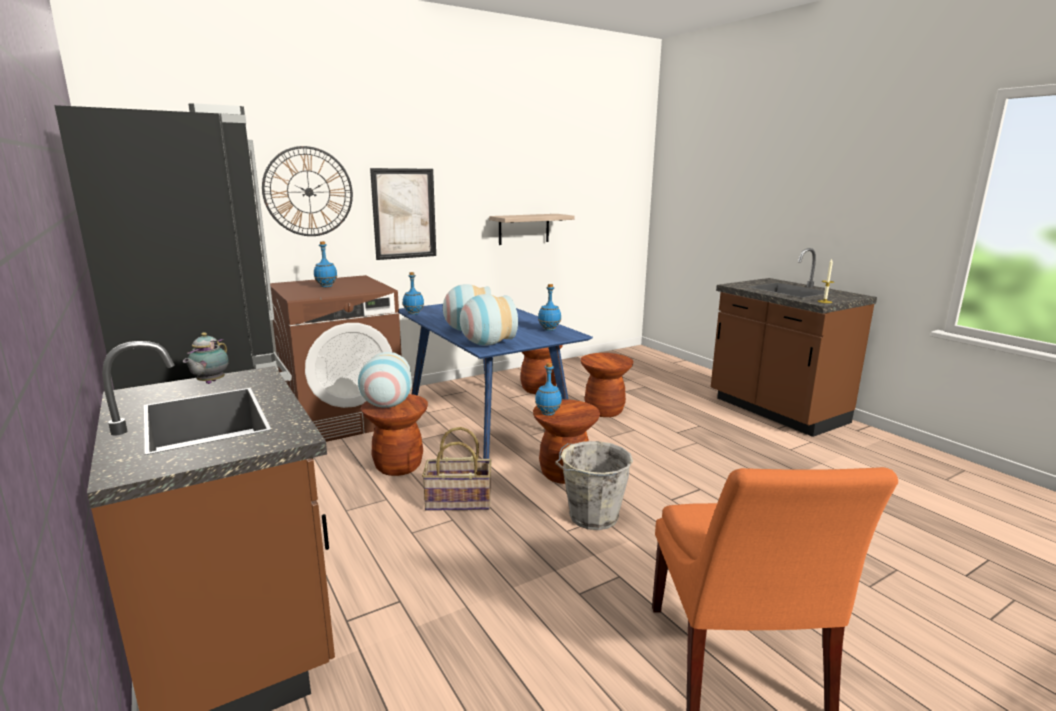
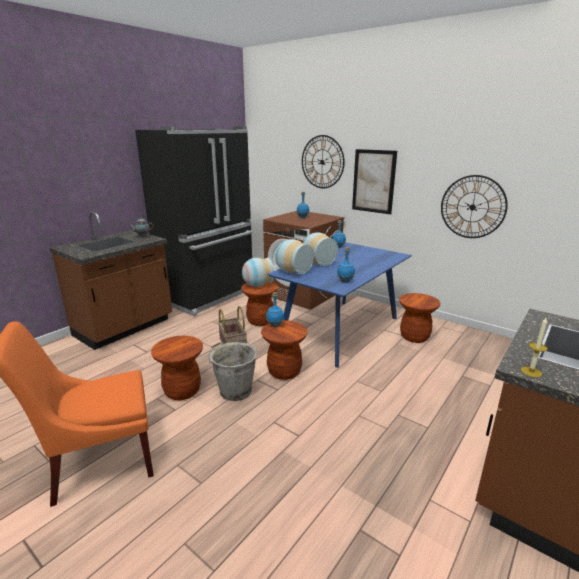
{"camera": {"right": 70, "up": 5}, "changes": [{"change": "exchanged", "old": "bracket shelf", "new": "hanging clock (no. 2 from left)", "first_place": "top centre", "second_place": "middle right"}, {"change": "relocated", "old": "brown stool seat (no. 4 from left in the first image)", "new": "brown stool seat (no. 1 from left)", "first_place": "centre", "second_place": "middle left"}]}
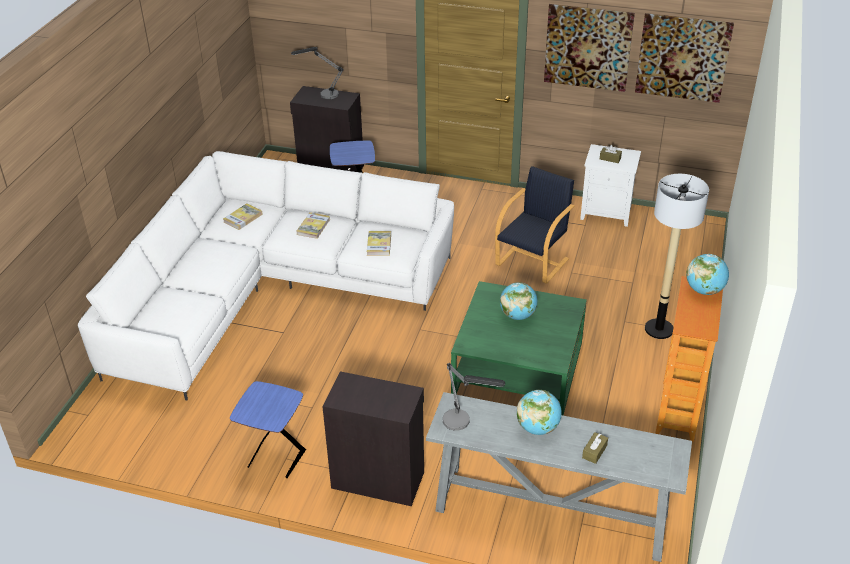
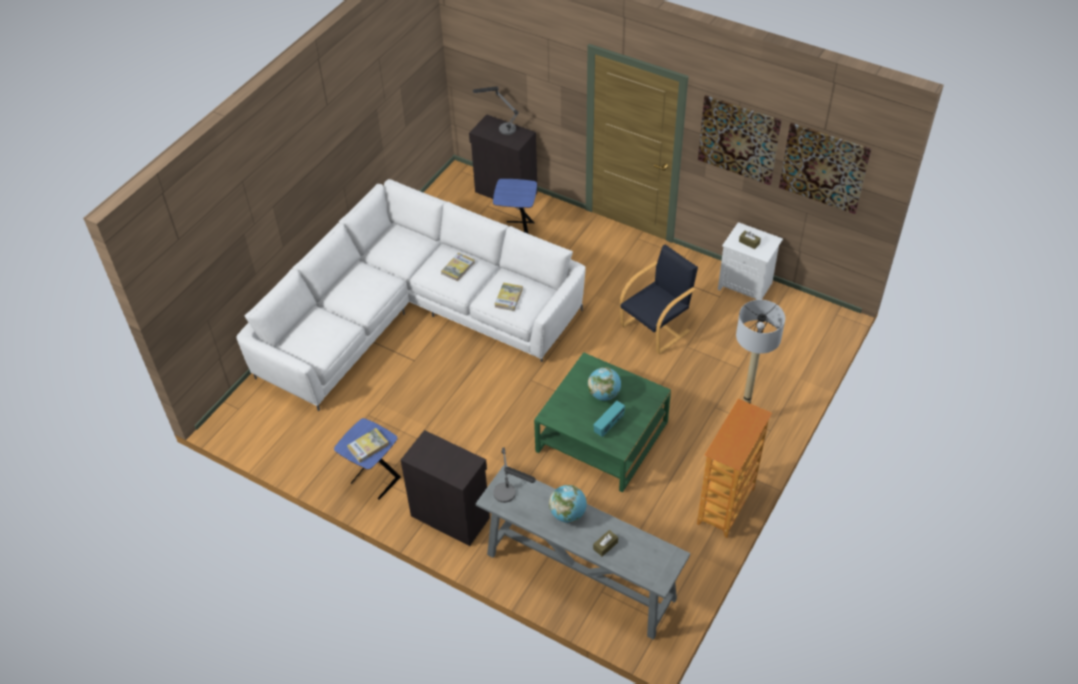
{"camera": {"right": 15, "up": 10}, "changes": [{"change": "relocated", "old": "book (no. 1 from left)", "first_place": "middle left", "second_place": "centre"}, {"change": "missing", "old": "world globe (no. 3 from left)", "first_place": "middle right"}, {"change": "appeared", "new": "radio receiver", "second_place": "centre"}]}
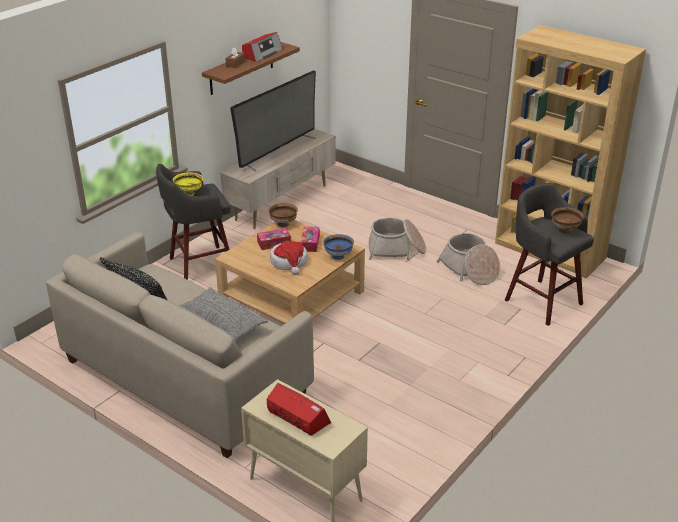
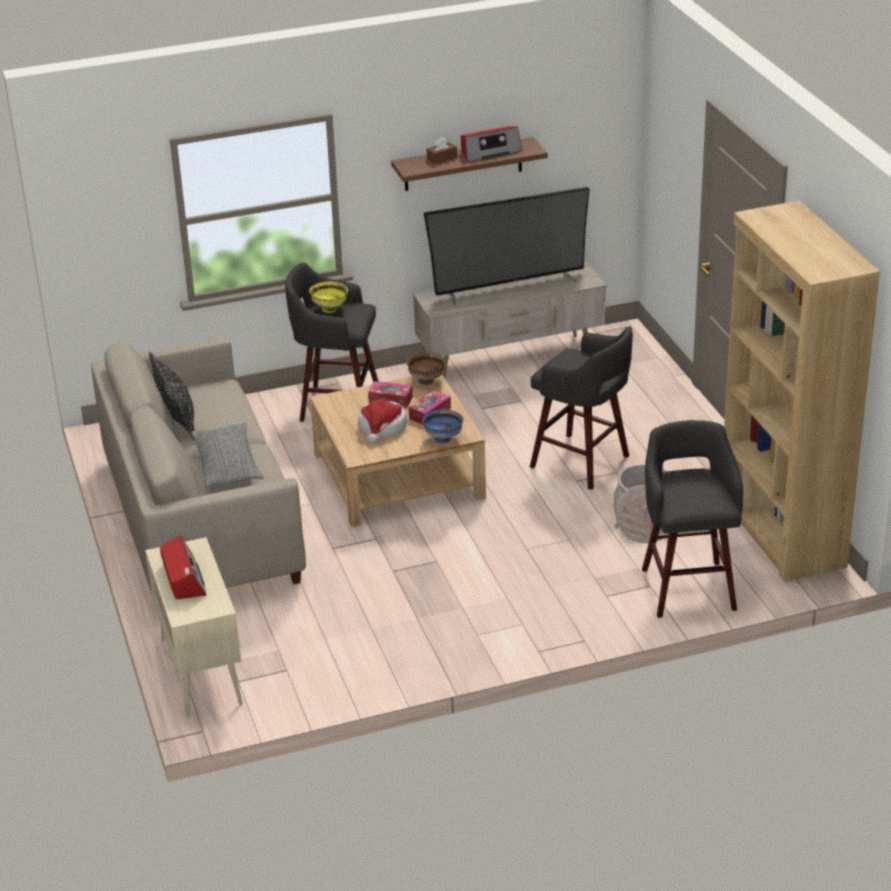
{"camera": {"right": 35, "up": 0}, "changes": [{"change": "missing", "old": "brown serving bowl (no. 2 from left)", "first_place": "middle right"}, {"change": "exchanged", "old": "household basket (no. 1 from left)", "new": "greyish stool seat (no. 2 from left)", "first_place": "centre", "second_place": "centre"}]}
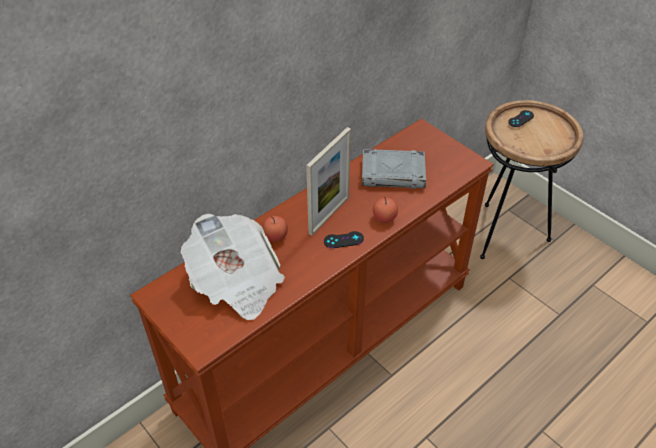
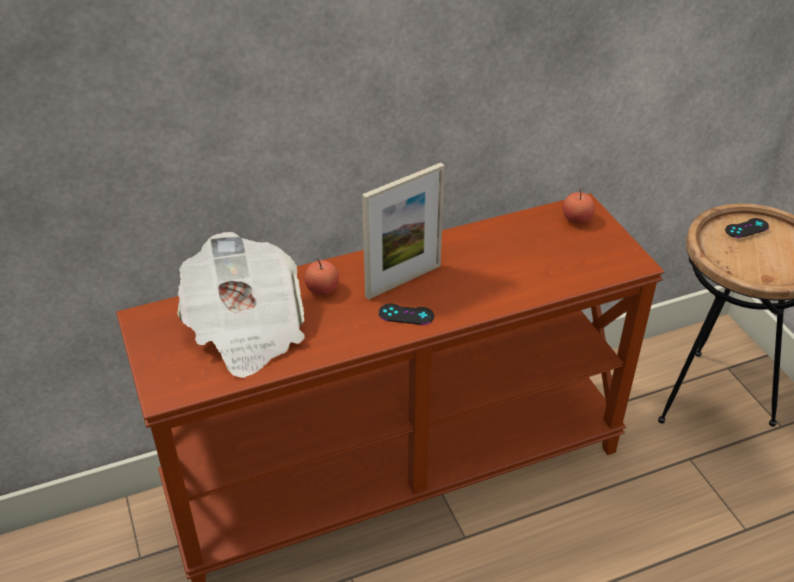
{"camera": {"right": 20, "up": -5}, "changes": [{"change": "missing", "old": "greyish book", "first_place": "centre"}, {"change": "relocated", "old": "whole apple (no. 2 from left)", "first_place": "centre", "second_place": "middle right"}]}
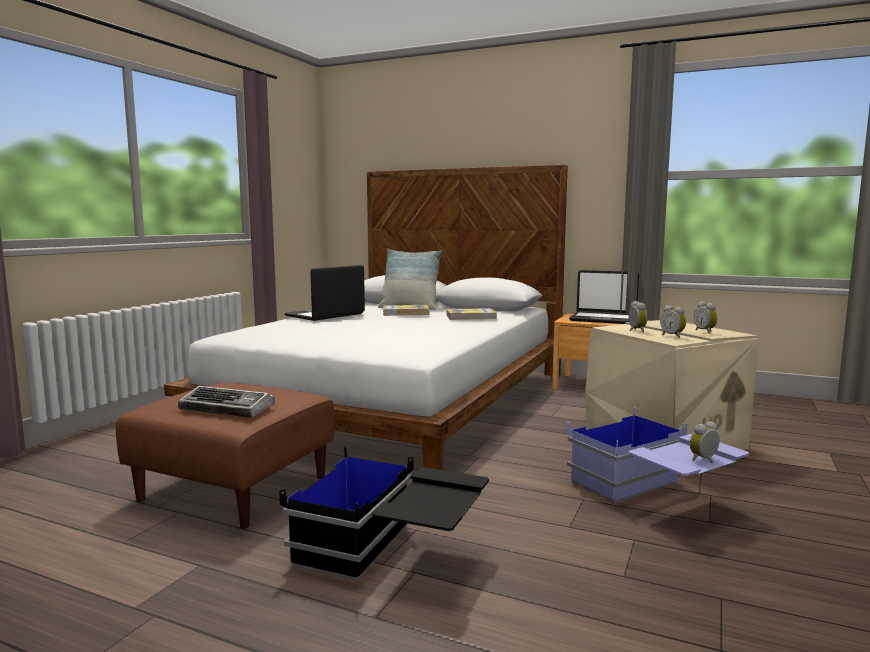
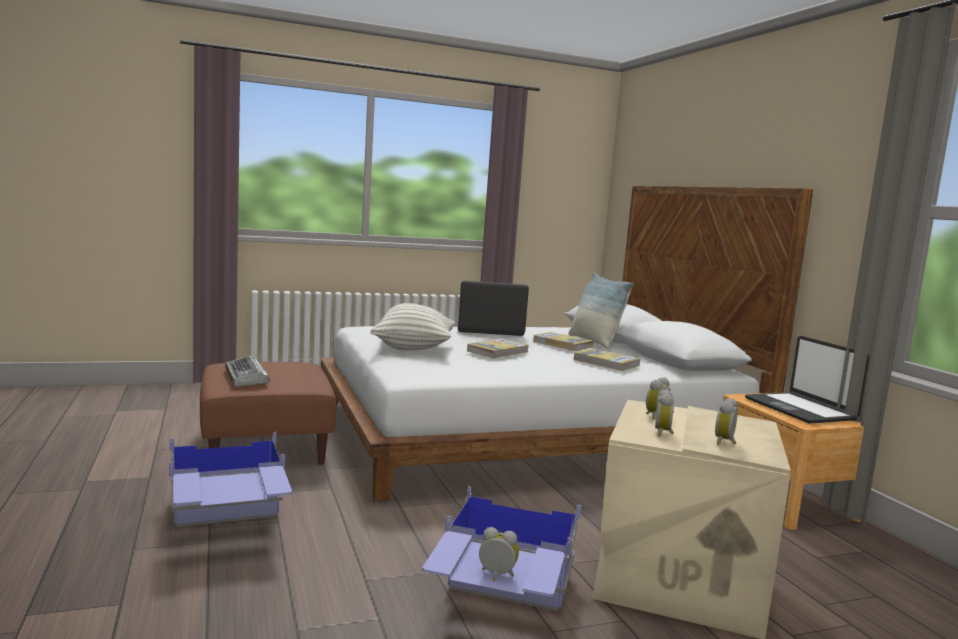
{"camera": {"right": 45, "up": 0}, "changes": [{"change": "colour", "old": "black-coloured storage container", "new": "blue-coloured storage container (no. 1 from left)", "first_place": "bottom centre", "second_place": "bottom left"}, {"change": "appeared", "new": "cushion (no. 1 from left)", "second_place": "centre"}, {"change": "appeared", "new": "book (no. 1 from left)", "second_place": "centre"}]}
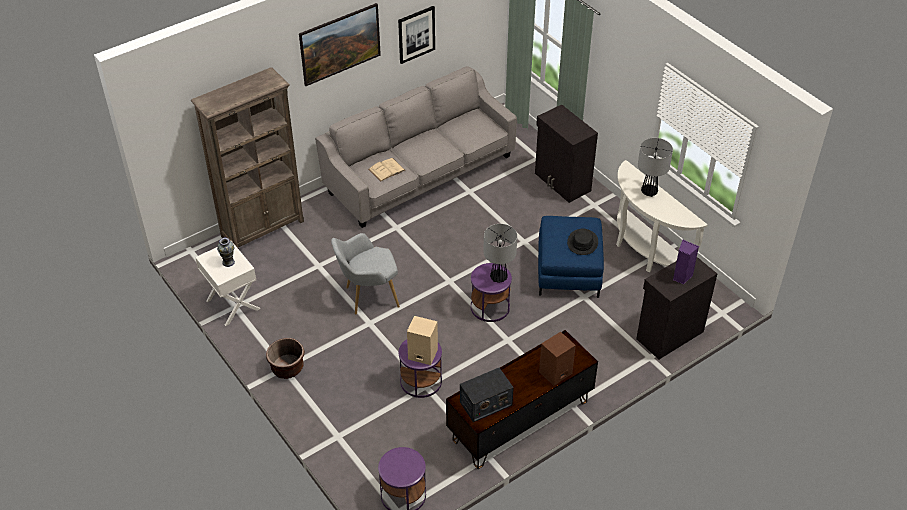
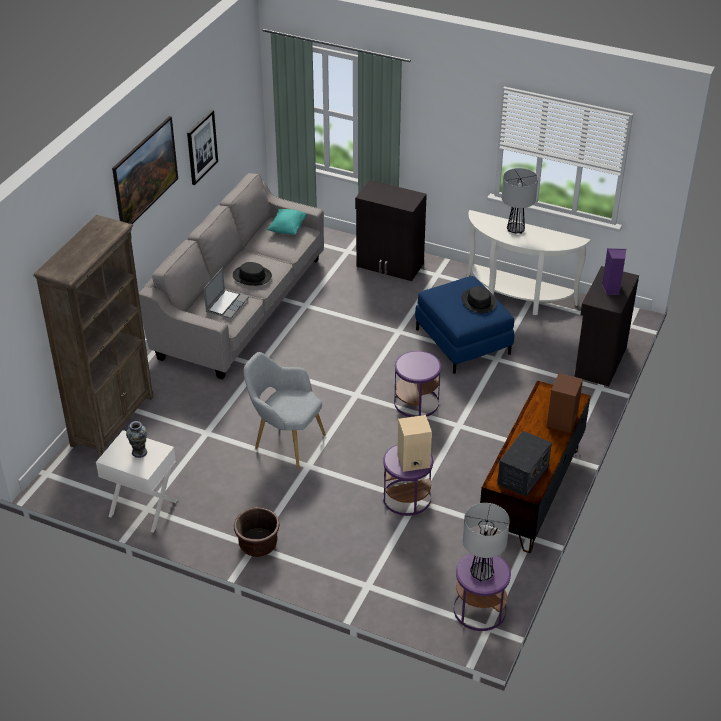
{"camera": {"right": -30, "up": -5}, "changes": [{"change": "exchanged", "old": "sand-coloured book", "new": "laptop", "first_place": "top centre", "second_place": "middle left"}, {"change": "relocated", "old": "tabletop lamp (no. 1 from left)", "first_place": "centre", "second_place": "bottom right"}, {"change": "spun", "old": "greyish armchair", "first_place": "centre", "second_place": "centre", "degrees": 75}, {"change": "appeared", "new": "blue-green cushion", "second_place": "top centre"}, {"change": "appeared", "new": "black-coloured clothing hat (no. 1 from left)", "second_place": "centre"}]}
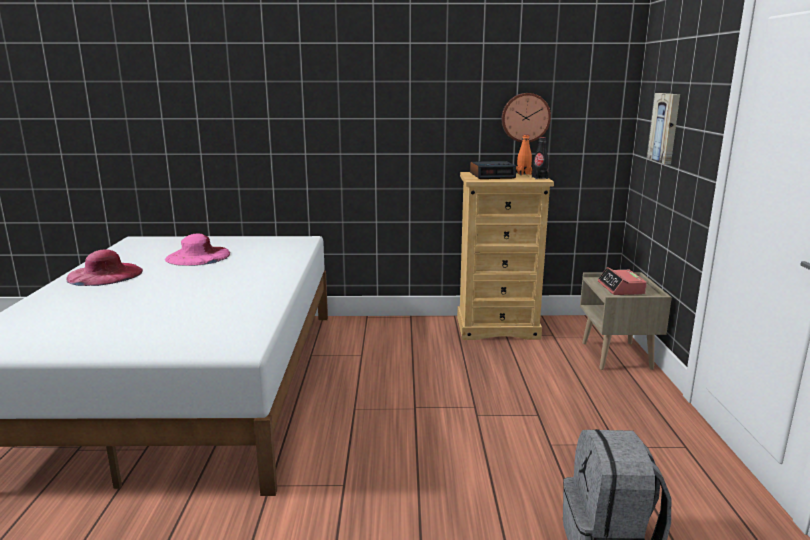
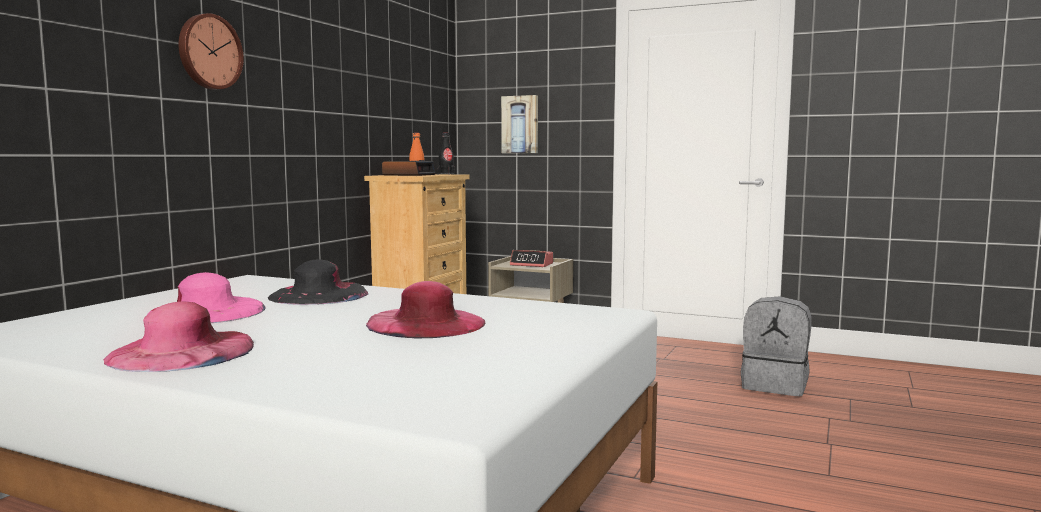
{"camera": {"right": -65, "up": -10}, "changes": [{"change": "relocated", "old": "hanging clock", "first_place": "top centre", "second_place": "top left"}, {"change": "appeared", "new": "black-coloured clothing hat", "second_place": "middle left"}, {"change": "appeared", "new": "pinkish clothing hat (no. 3 from left)", "second_place": "centre"}]}
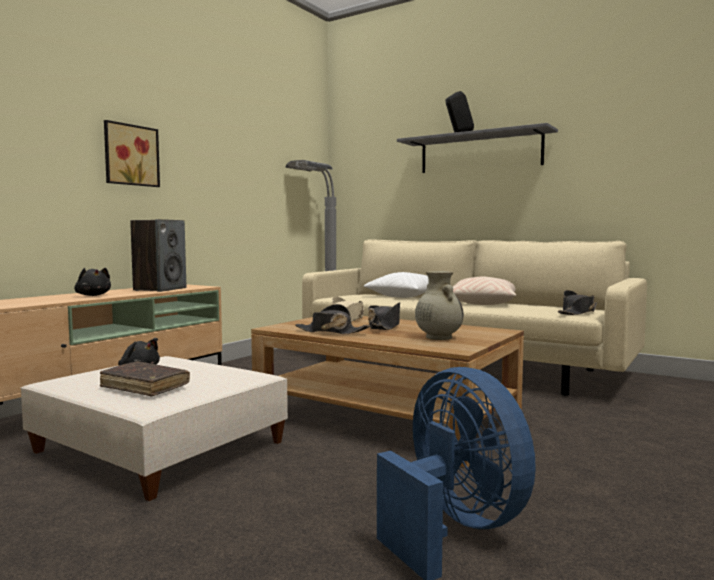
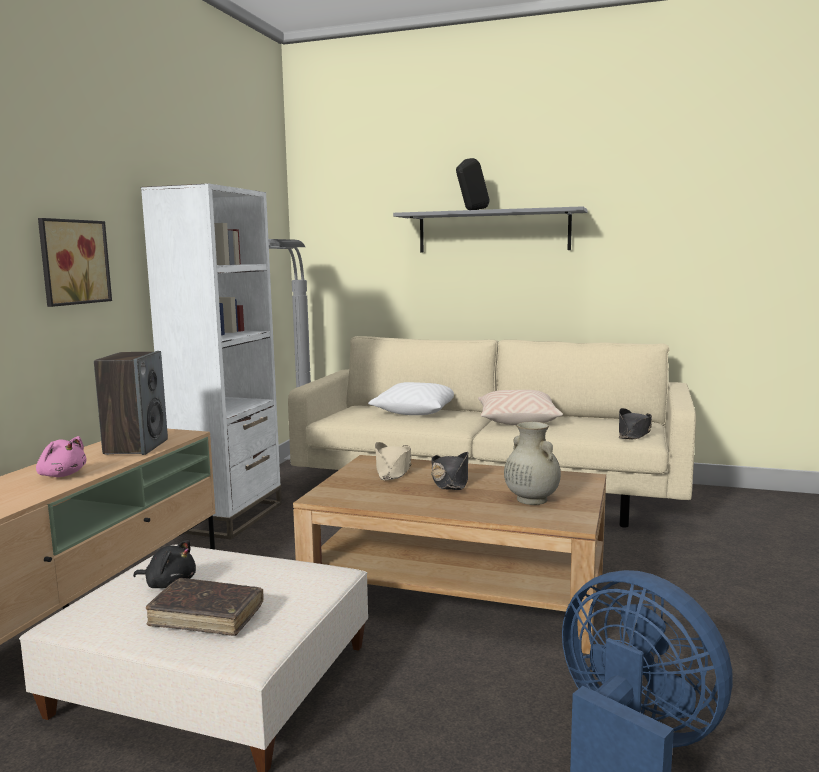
{"camera": {"right": -15, "up": 5}, "changes": [{"change": "colour", "old": "black-coloured soft toy (no. 1 from left)", "new": "pinkish soft toy", "first_place": "middle left", "second_place": "middle left"}, {"change": "missing", "old": "black-coloured clothing hat (no. 1 from left)", "first_place": "centre"}, {"change": "appeared", "new": "white-coloured bookcase", "second_place": "middle left"}]}
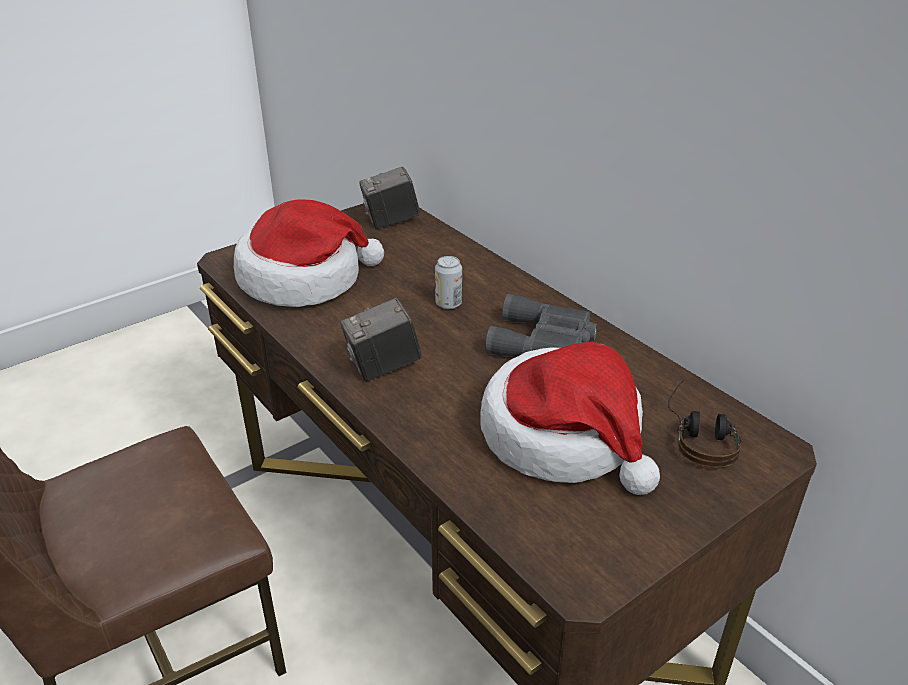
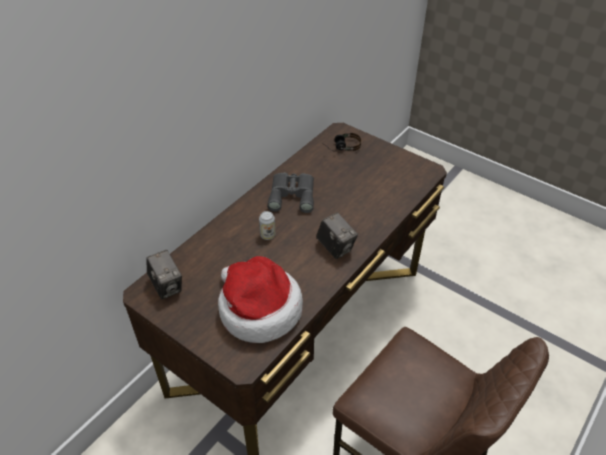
{"camera": {"right": -105, "up": 10}, "changes": [{"change": "missing", "old": "clothing hat (no. 2 from left)", "first_place": "centre"}]}
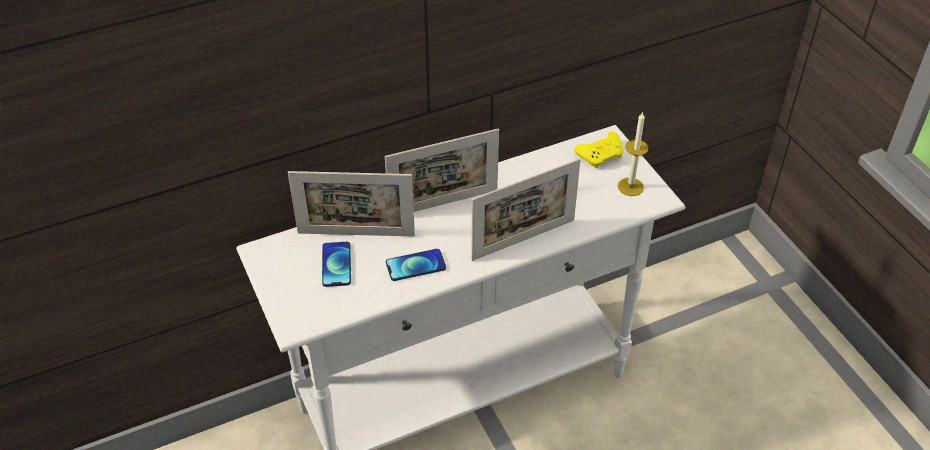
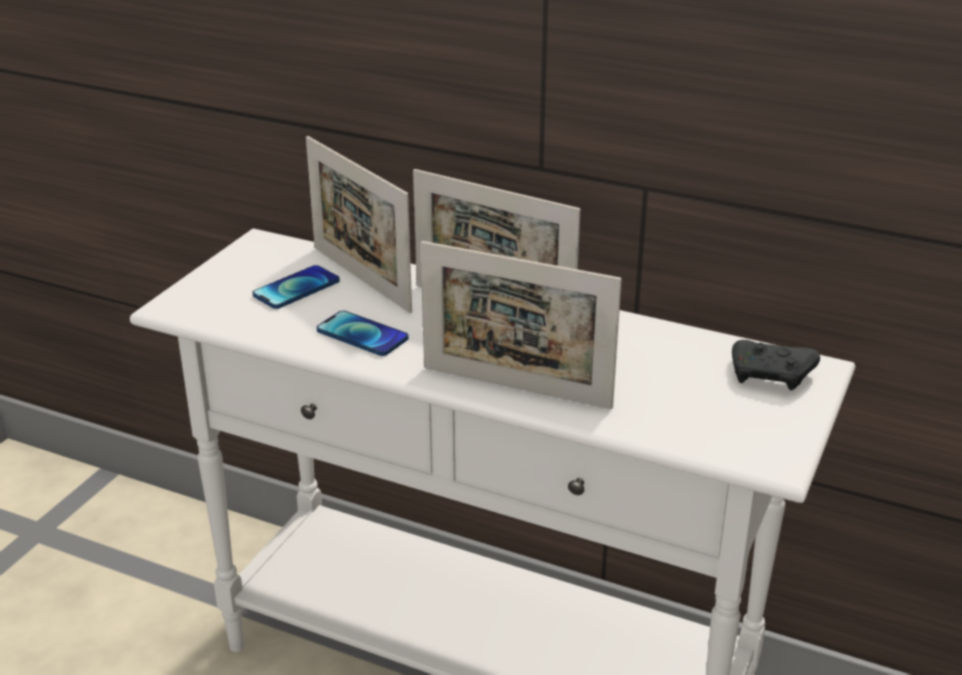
{"camera": {"right": 50, "up": -15}, "changes": [{"change": "missing", "old": "wax light", "first_place": "middle right"}, {"change": "colour", "old": "yellow-coloured joypad", "new": "black-coloured joypad", "first_place": "top centre", "second_place": "middle right"}]}
